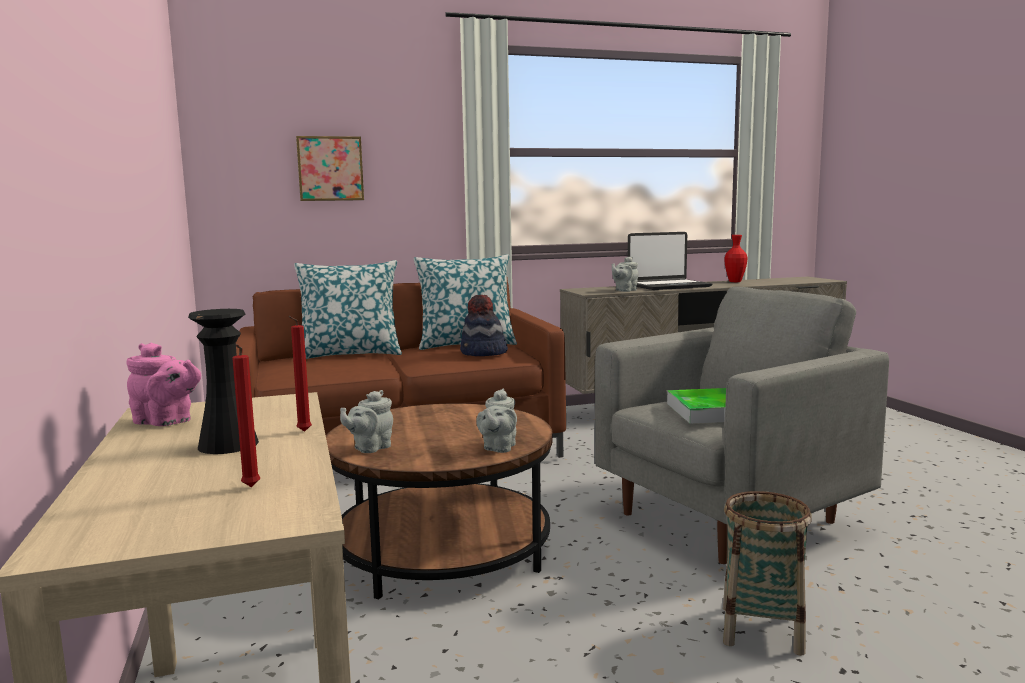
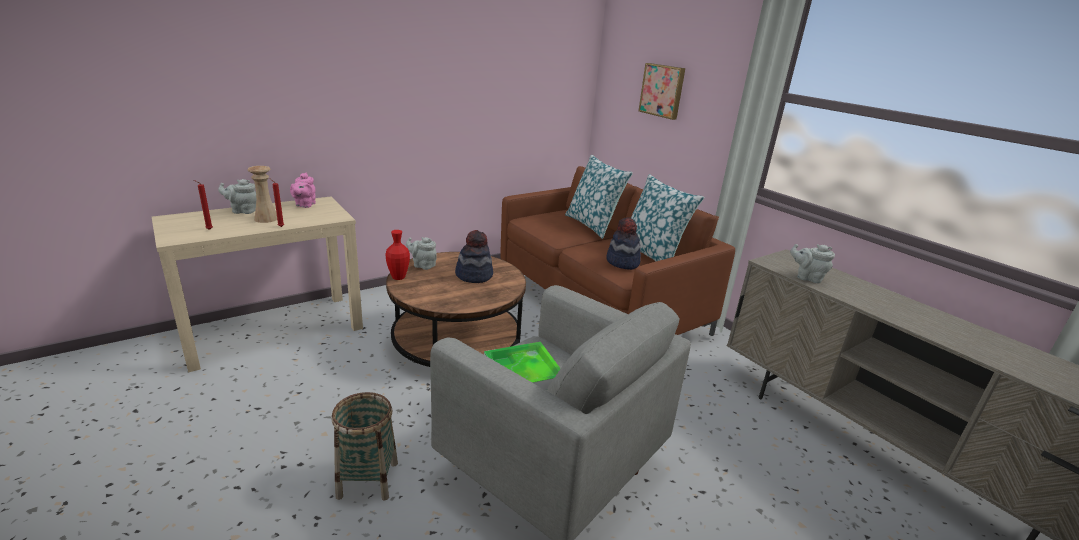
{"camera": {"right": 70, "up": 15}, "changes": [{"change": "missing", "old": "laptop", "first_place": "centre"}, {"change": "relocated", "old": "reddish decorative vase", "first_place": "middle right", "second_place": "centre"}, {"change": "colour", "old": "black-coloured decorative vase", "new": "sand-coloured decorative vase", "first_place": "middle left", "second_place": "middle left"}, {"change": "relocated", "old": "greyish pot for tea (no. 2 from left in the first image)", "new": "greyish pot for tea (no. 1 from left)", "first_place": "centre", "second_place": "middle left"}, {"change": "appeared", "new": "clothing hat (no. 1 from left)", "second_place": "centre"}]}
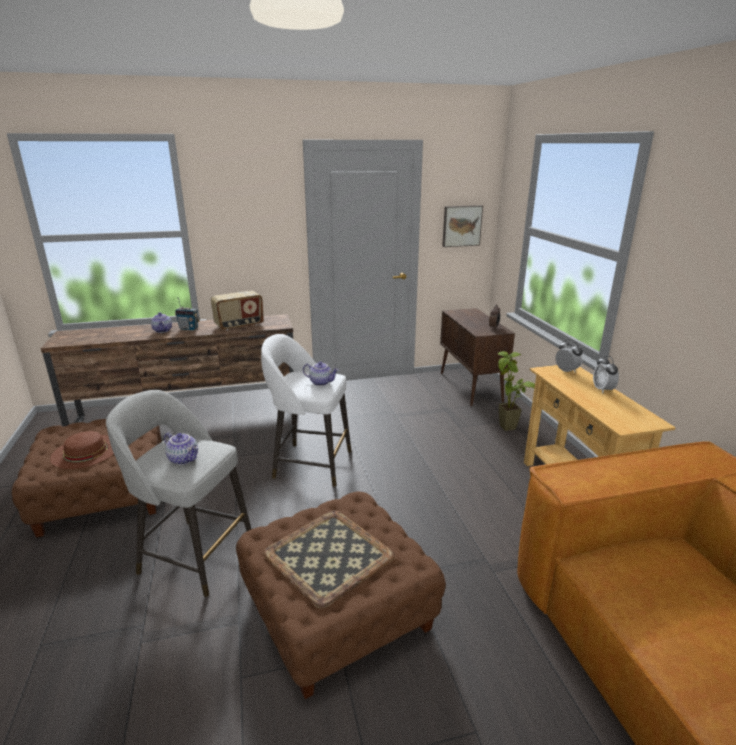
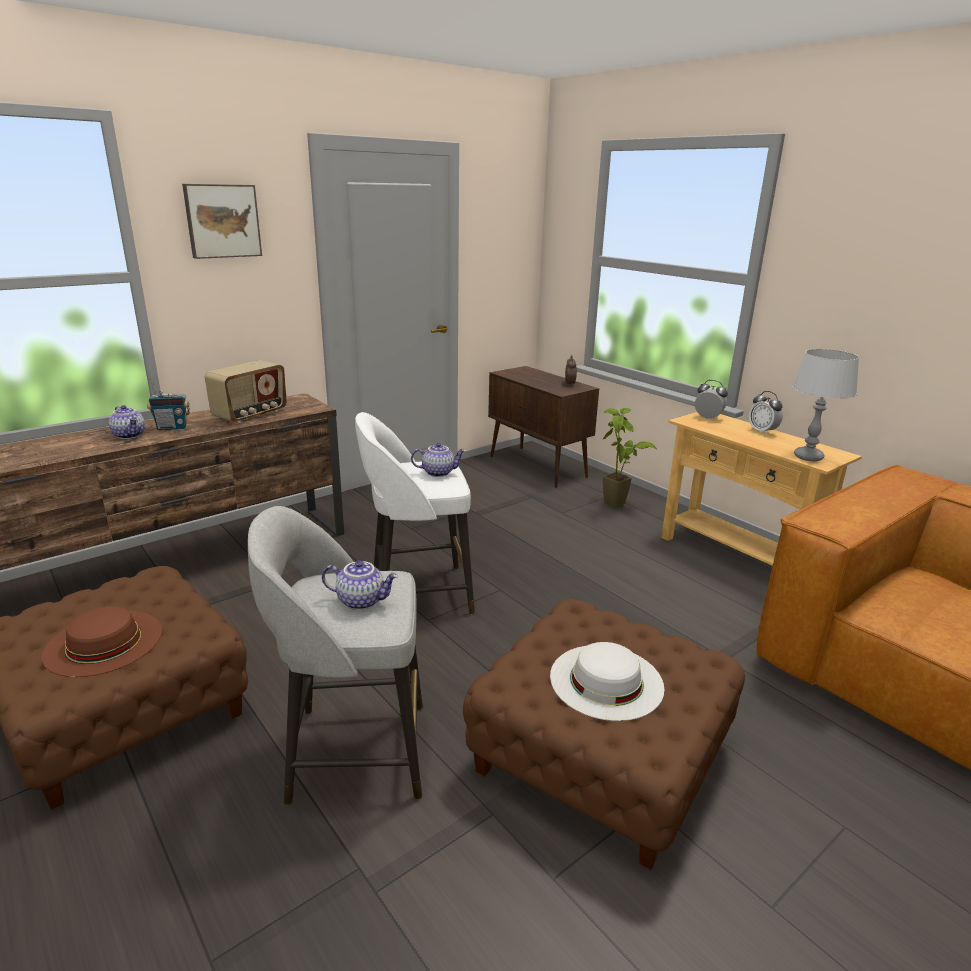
{"camera": {"right": -25, "up": 0}, "changes": [{"change": "relocated", "old": "picture", "first_place": "top centre", "second_place": "top left"}, {"change": "exchanged", "old": "tray", "new": "white-coloured clothing hat", "first_place": "bottom centre", "second_place": "bottom centre"}, {"change": "appeared", "new": "greyish tabletop lamp", "second_place": "middle right"}]}
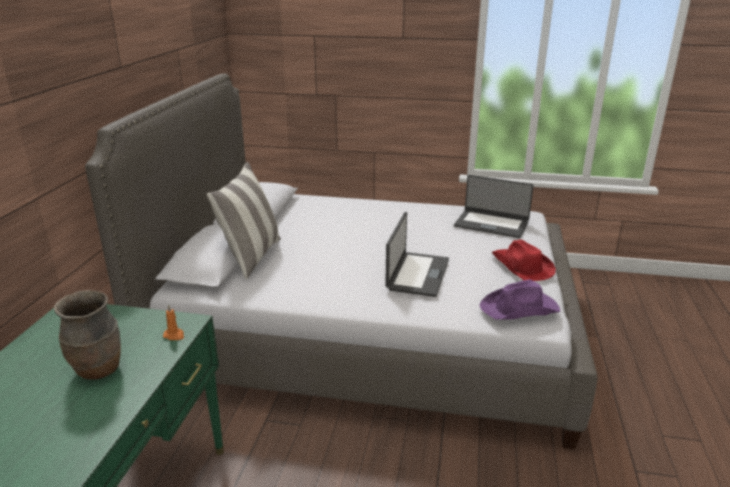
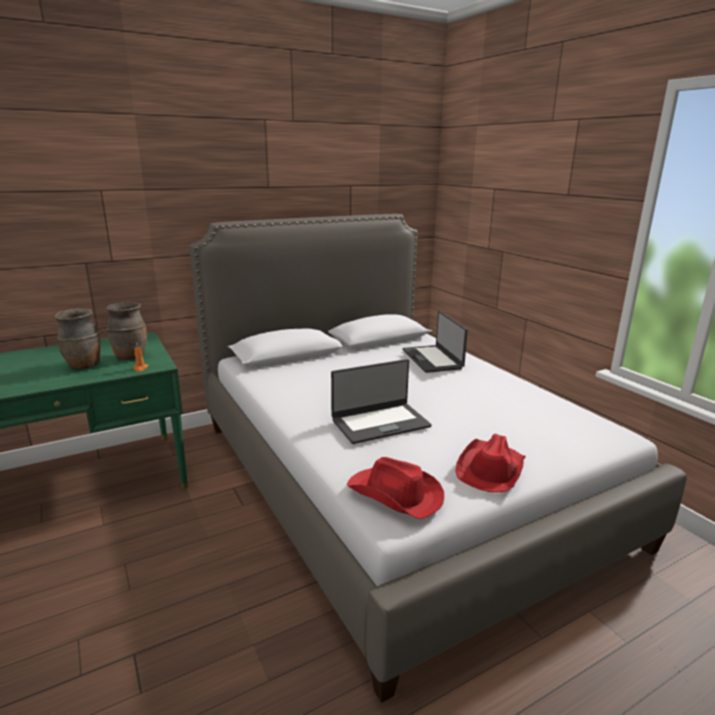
{"camera": {"right": 50, "up": -5}, "changes": [{"change": "missing", "old": "cushion", "first_place": "centre"}, {"change": "relocated", "old": "laptop (no. 2 from left)", "first_place": "middle right", "second_place": "centre"}, {"change": "colour", "old": "purple clothing hat", "new": "reddish clothing hat (no. 1 from left)", "first_place": "middle right", "second_place": "bottom centre"}, {"change": "appeared", "new": "brown decorative vase (no. 2 from left)", "second_place": "middle left"}]}
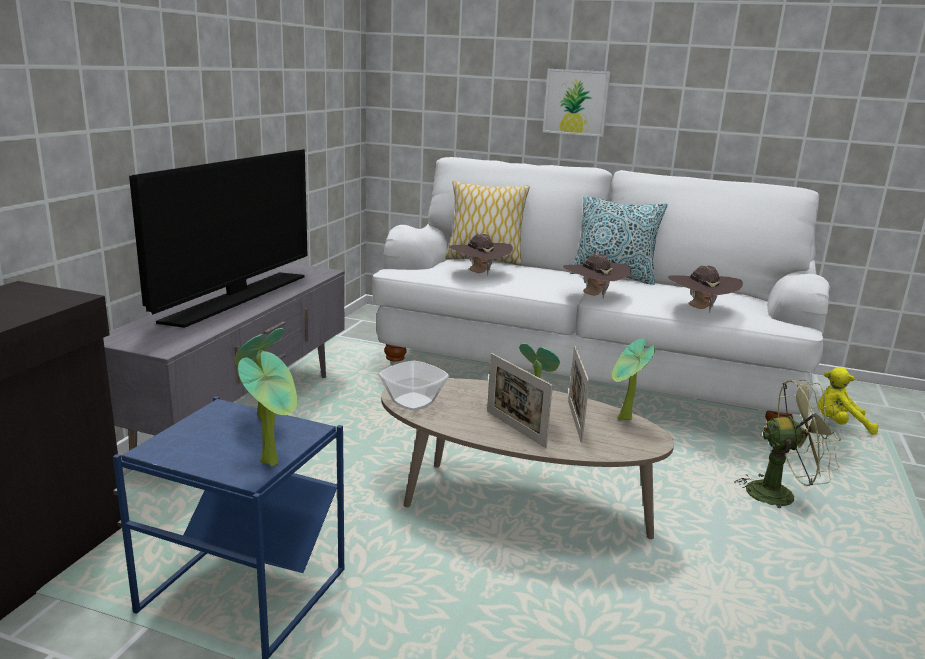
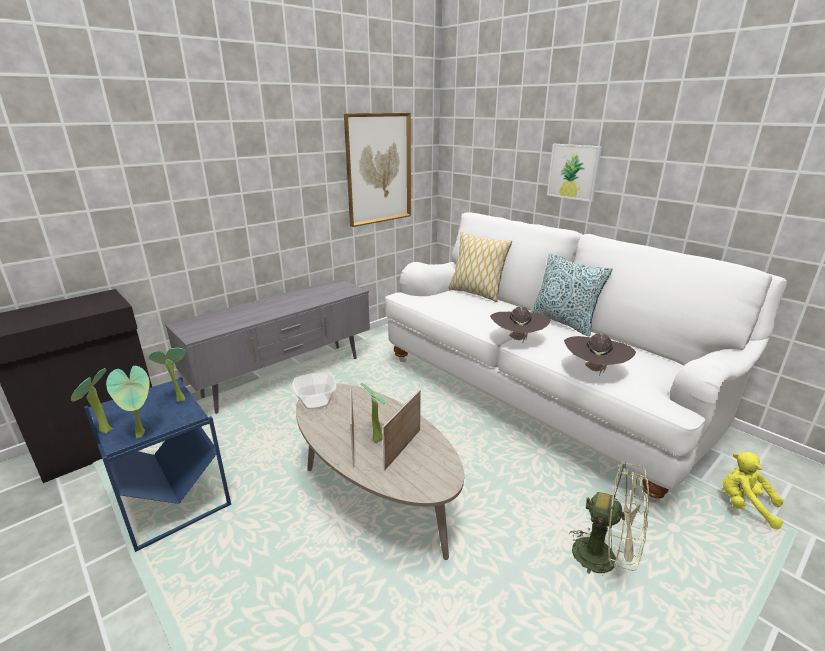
{"camera": {"right": 30, "up": 5}, "changes": [{"change": "missing", "old": "television", "first_place": "middle left"}, {"change": "missing", "old": "brown clothing hat (no. 1 from left)", "first_place": "centre"}, {"change": "relocated", "old": "houseplant (no. 4 from left in the first image)", "new": "houseplant (no. 1 from left)", "first_place": "middle right", "second_place": "middle left"}, {"change": "appeared", "new": "picture (no. 1 from left)", "second_place": "top centre"}]}
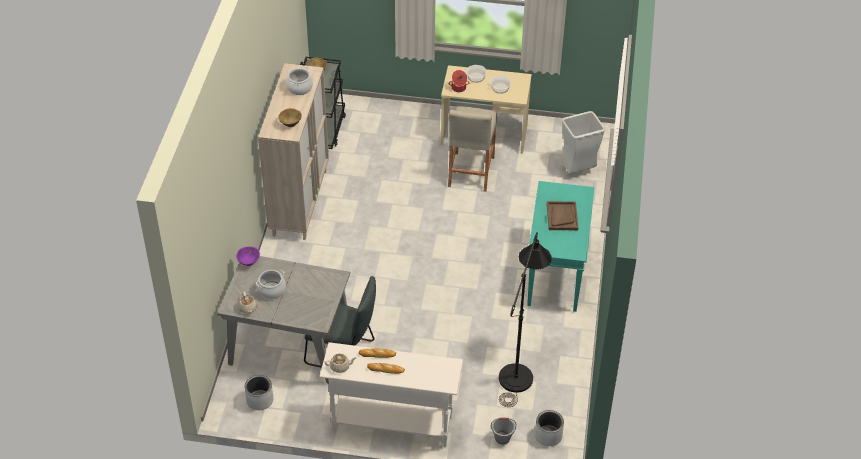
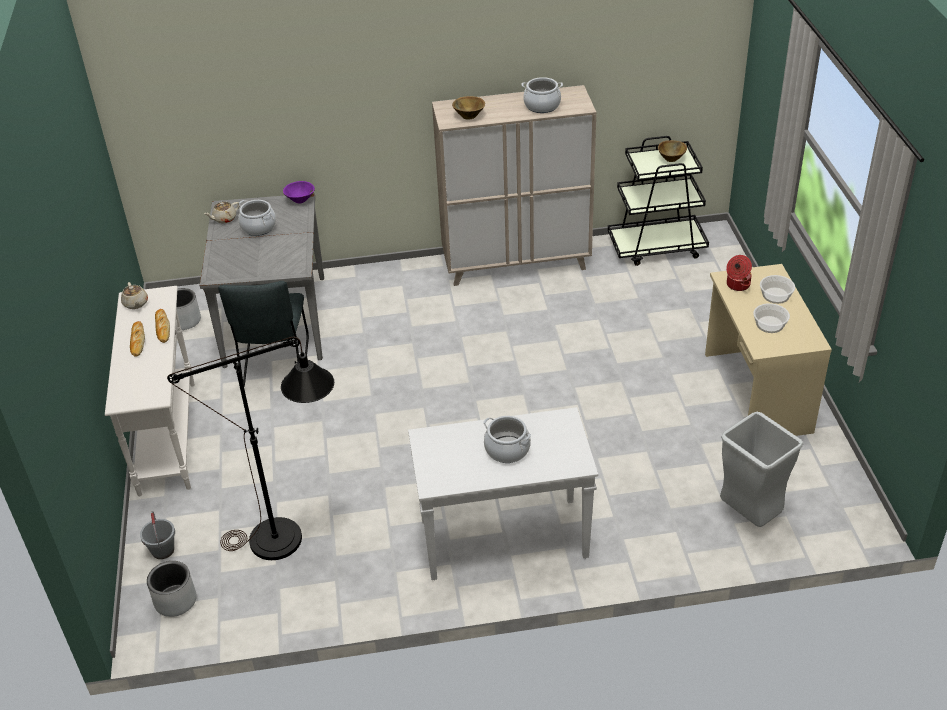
{"camera": {"right": 75, "up": -5}, "changes": [{"change": "missing", "old": "sand-coloured stool seat", "first_place": "top centre"}, {"change": "colour", "old": "blue-green hall table", "new": "white-coloured hall table (no. 2 from left)", "first_place": "centre", "second_place": "bottom centre"}, {"change": "exchanged", "old": "brown tray", "new": "saucepot (no. 2 from left)", "first_place": "centre", "second_place": "centre"}]}
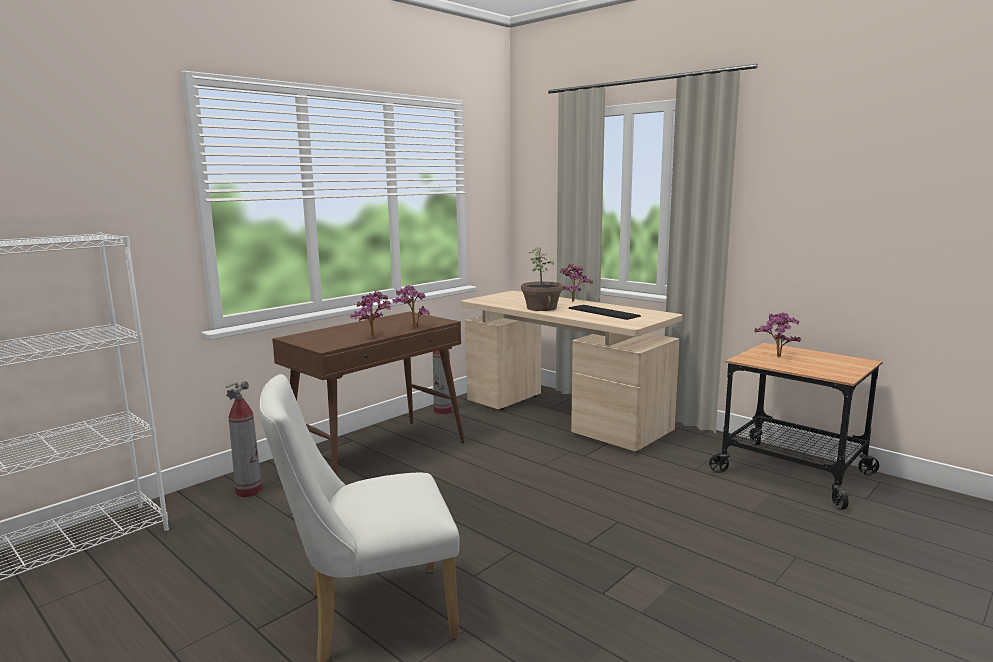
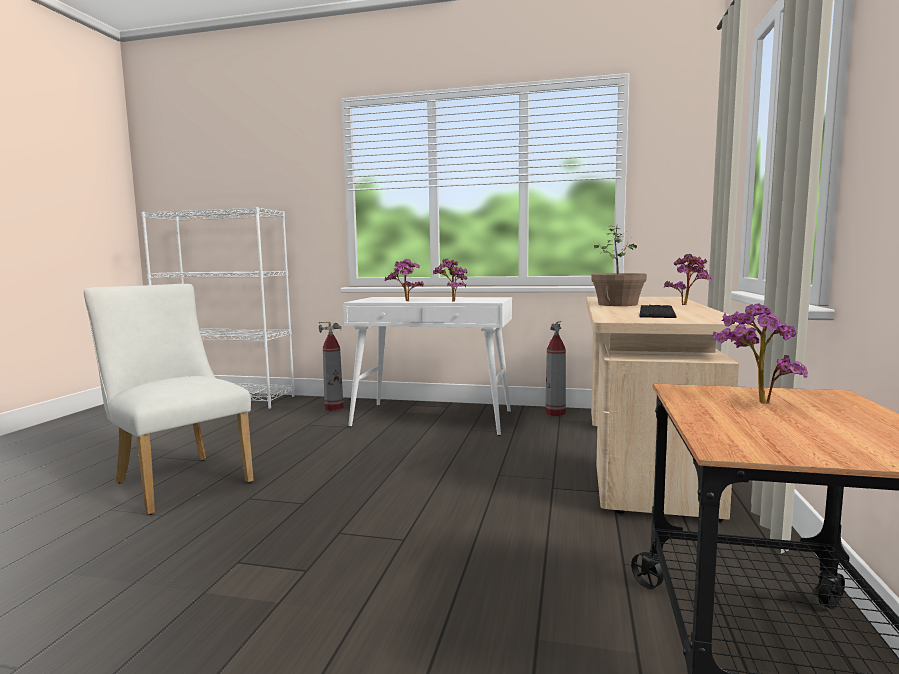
{"camera": {"right": 60, "up": -5}, "changes": [{"change": "colour", "old": "brown hall table", "new": "white-coloured hall table", "first_place": "centre", "second_place": "centre"}]}
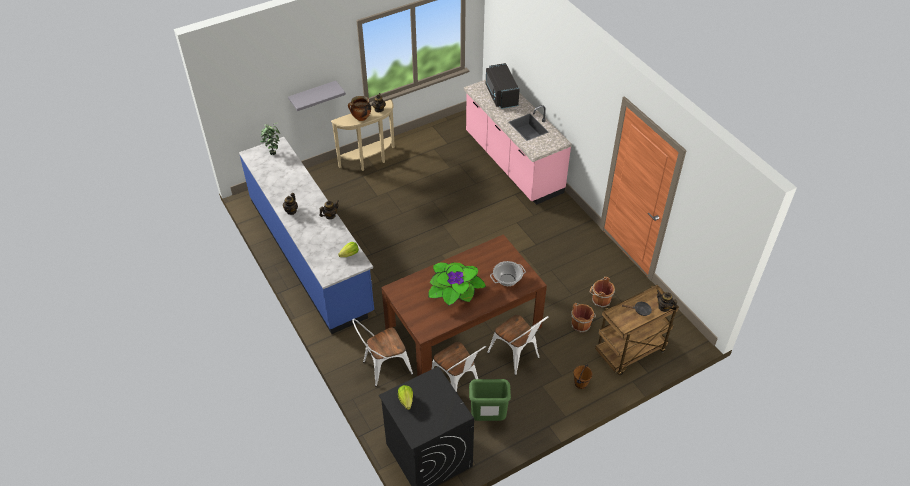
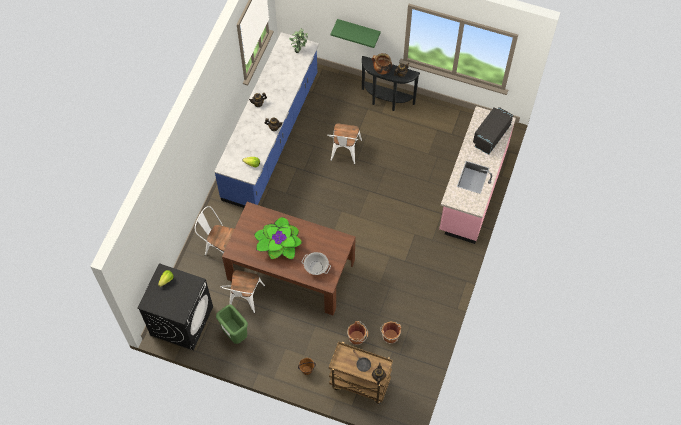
{"camera": {"right": 50, "up": 15}, "changes": [{"change": "colour", "old": "greyish bracket shelf", "new": "green bracket shelf", "first_place": "top centre", "second_place": "top centre"}, {"change": "colour", "old": "sand-coloured hall table", "new": "black-coloured hall table", "first_place": "top centre", "second_place": "top centre"}, {"change": "relocated", "old": "white-coloured plain chair (no. 3 from left)", "first_place": "bottom centre", "second_place": "centre"}]}
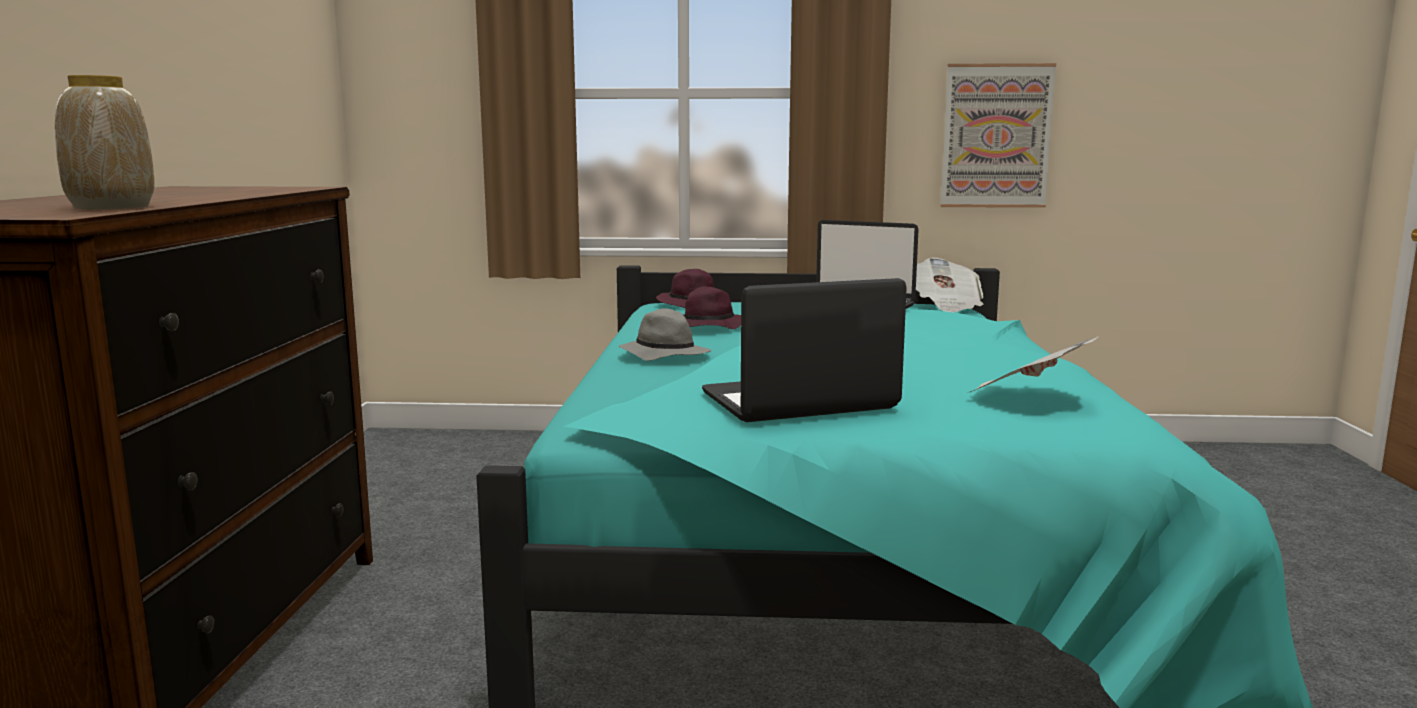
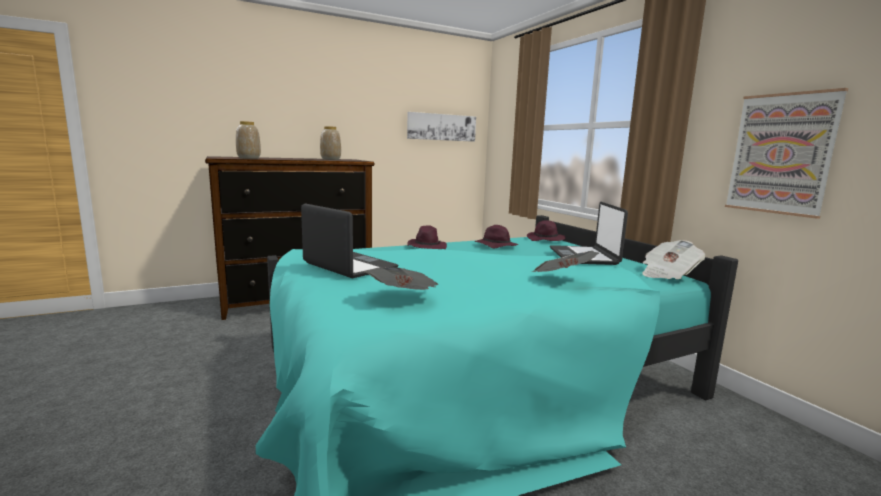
{"camera": {"right": 60, "up": 0}, "changes": [{"change": "colour", "old": "greyish clothing hat", "new": "purple clothing hat (no. 1 from left)", "first_place": "centre", "second_place": "centre"}, {"change": "appeared", "new": "picture (no. 1 from left)", "second_place": "top centre"}, {"change": "appeared", "new": "decorative vase (no. 2 from left)", "second_place": "top centre"}, {"change": "appeared", "new": "newspaper (no. 2 from left)", "second_place": "centre"}]}
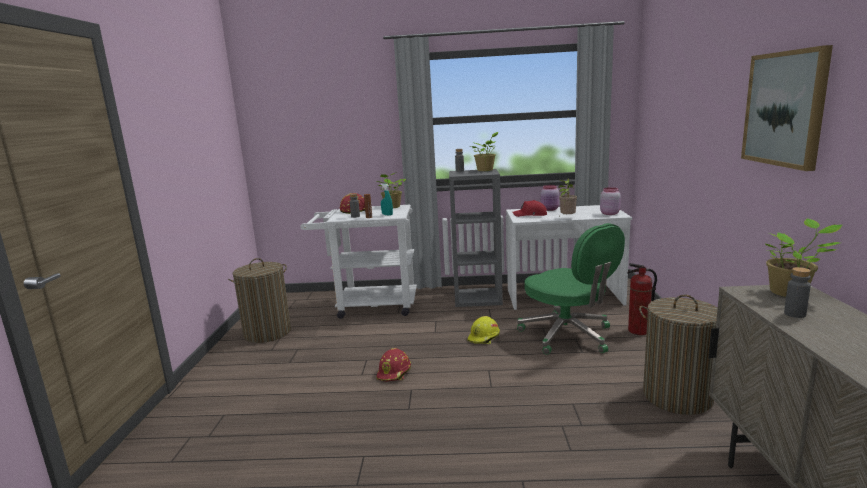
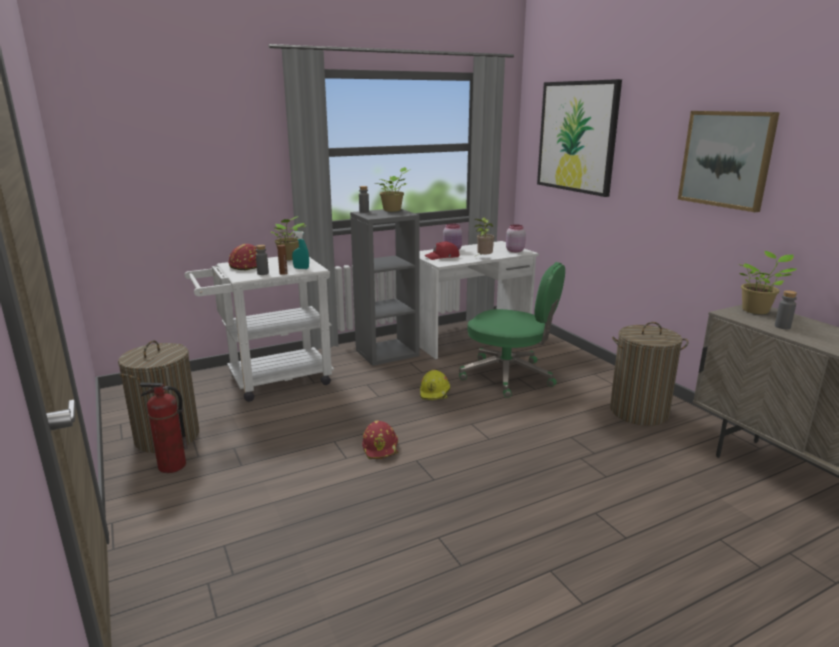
{"camera": {"right": -30, "up": 5}, "changes": [{"change": "relocated", "old": "fire extinguisher", "first_place": "middle right", "second_place": "middle left"}, {"change": "appeared", "new": "picture (no. 1 from left)", "second_place": "top right"}]}
